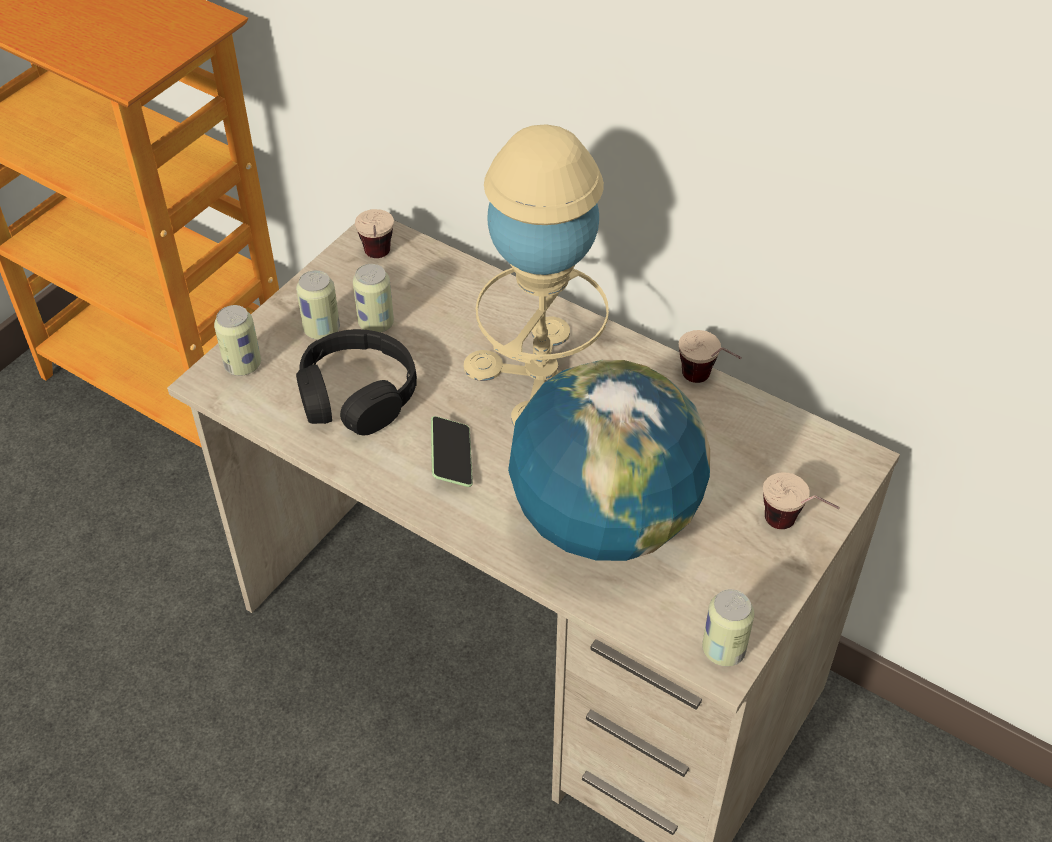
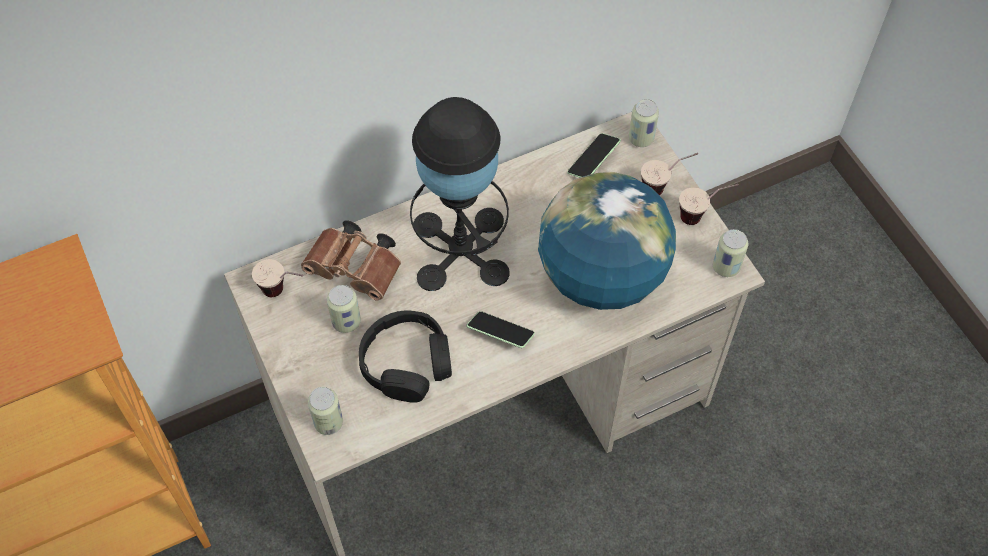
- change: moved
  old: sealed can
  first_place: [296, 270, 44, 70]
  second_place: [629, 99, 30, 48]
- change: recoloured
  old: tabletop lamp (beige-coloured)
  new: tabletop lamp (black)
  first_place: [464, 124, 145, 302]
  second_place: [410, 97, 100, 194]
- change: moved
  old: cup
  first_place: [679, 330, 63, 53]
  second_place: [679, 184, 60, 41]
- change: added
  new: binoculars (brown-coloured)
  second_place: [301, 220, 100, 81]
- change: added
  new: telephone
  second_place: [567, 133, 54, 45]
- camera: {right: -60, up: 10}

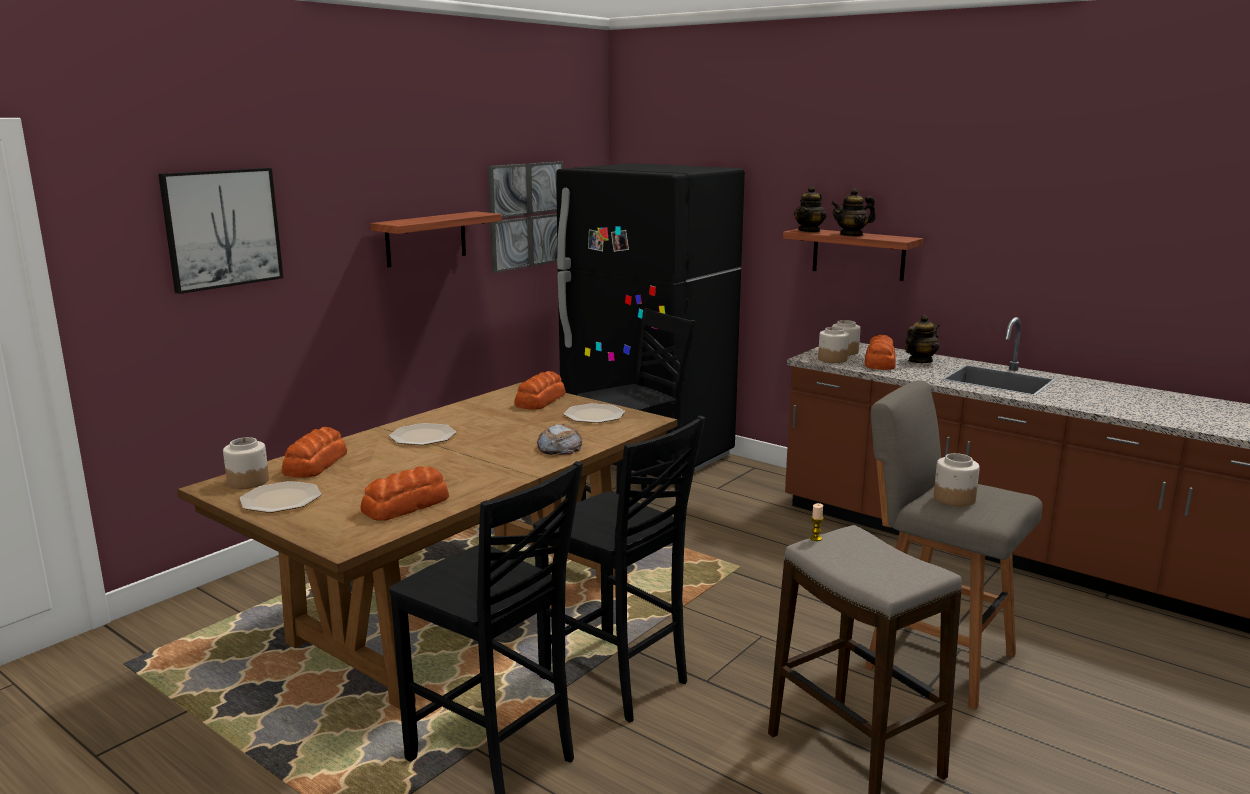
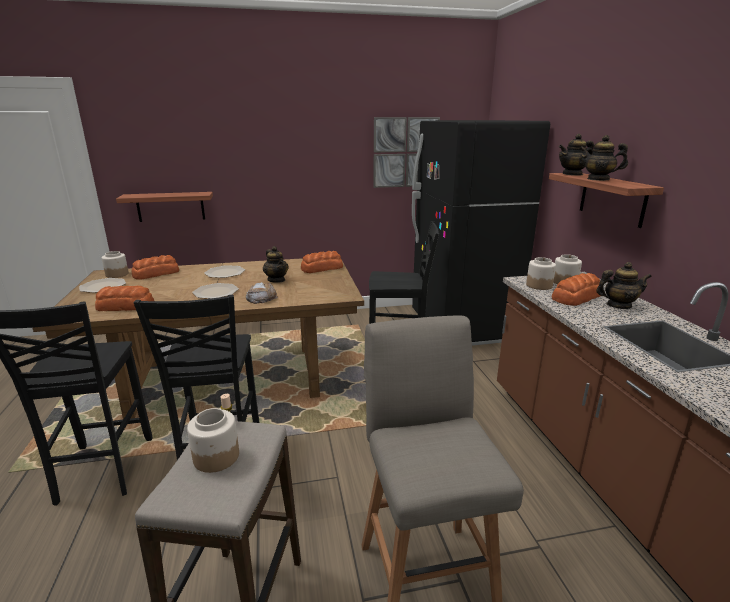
- change: removed
  old: wall picture
  first_place: [158, 168, 125, 126]
- change: moved
  old: shelf
  first_place: [370, 211, 132, 57]
  second_place: [116, 192, 97, 30]
- change: moved
  old: plate
  first_place: [563, 403, 62, 20]
  second_place: [192, 283, 47, 16]
- change: moved
  old: jar
  first_place: [934, 453, 46, 53]
  second_place: [187, 408, 52, 65]
- change: added
  new: pot for tea
  second_place: [263, 246, 26, 37]
- camera: {right: 40, up: 5}

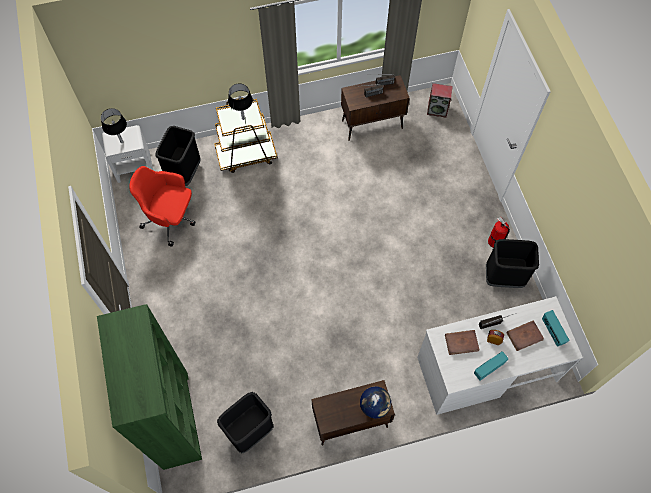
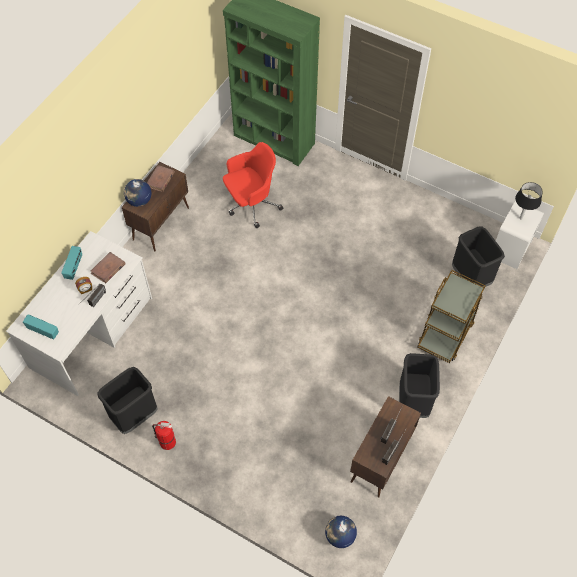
- change: moved
  old: desk chair (red)
  first_place: [129, 166, 67, 81]
  second_place: [223, 142, 60, 86]
- change: moved
  old: trash can (black)
  first_place: [217, 392, 57, 61]
  second_place: [399, 353, 41, 65]
- change: removed
  old: tabletop lamp (black)
  first_place: [228, 83, 25, 37]
- change: replaced
  old: speaker
  new: globe
  first_place: [427, 83, 26, 35]
  second_place: [325, 516, 32, 32]
- change: moved
  old: book (brown-coloured)
  first_place: [507, 321, 37, 30]
  second_place: [147, 165, 28, 27]
- camera: {right: 135, up: -5}

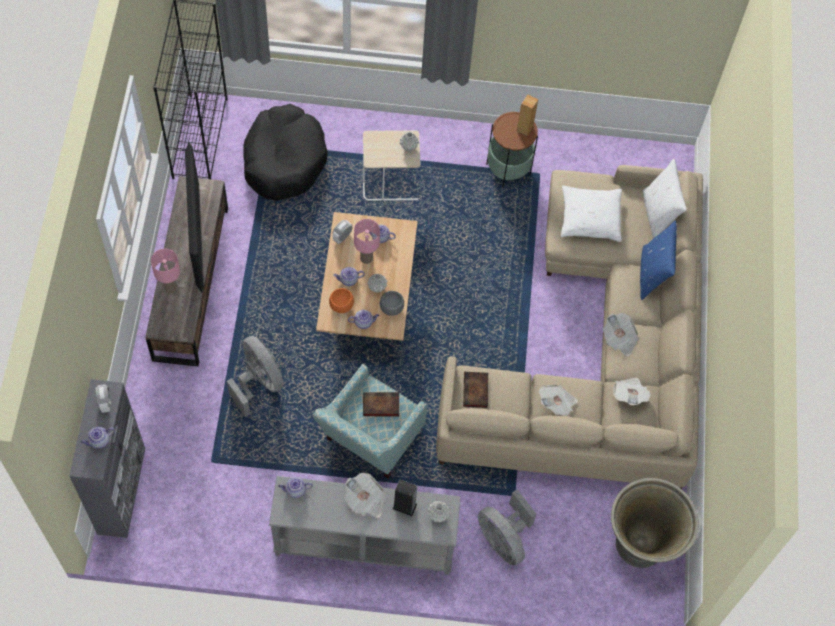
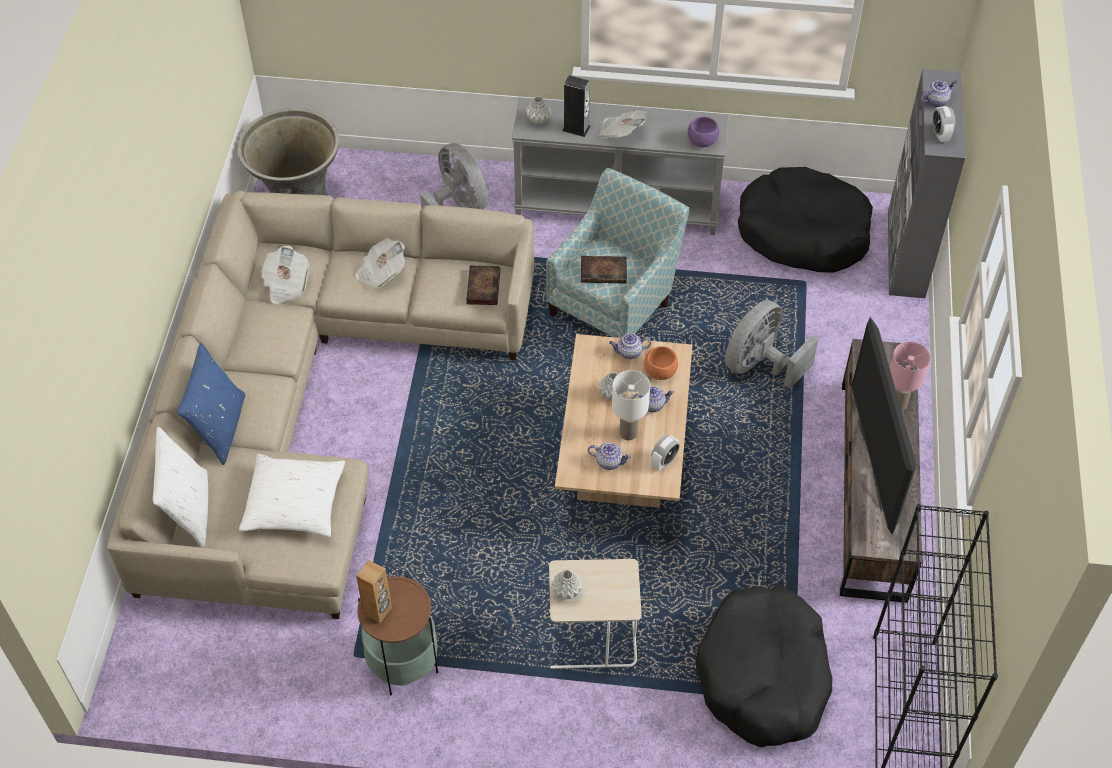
- change: turned
  old: fan (gray)
  first_place: [227, 336, 57, 81]
  second_place: [725, 300, 94, 88]
  degrees: 75
- change: replaced
  old: pot for tea
  new: deep dish (purple-coloured)
  first_place: [278, 477, 35, 21]
  second_place: [688, 117, 31, 31]
- change: recoloured
  old: tabletop lamp (pinkish)
  new: tabletop lamp (white)
  first_place: [354, 219, 26, 45]
  second_place: [612, 370, 38, 71]
- change: removed
  old: deep dish (gray)
  first_place: [380, 291, 24, 25]
- change: removed
  old: daily paper
  first_place: [603, 313, 37, 44]
- change: added
  new: dog cushion (black)
  second_place: [738, 167, 135, 106]
- camera: {right: -175, up: -10}

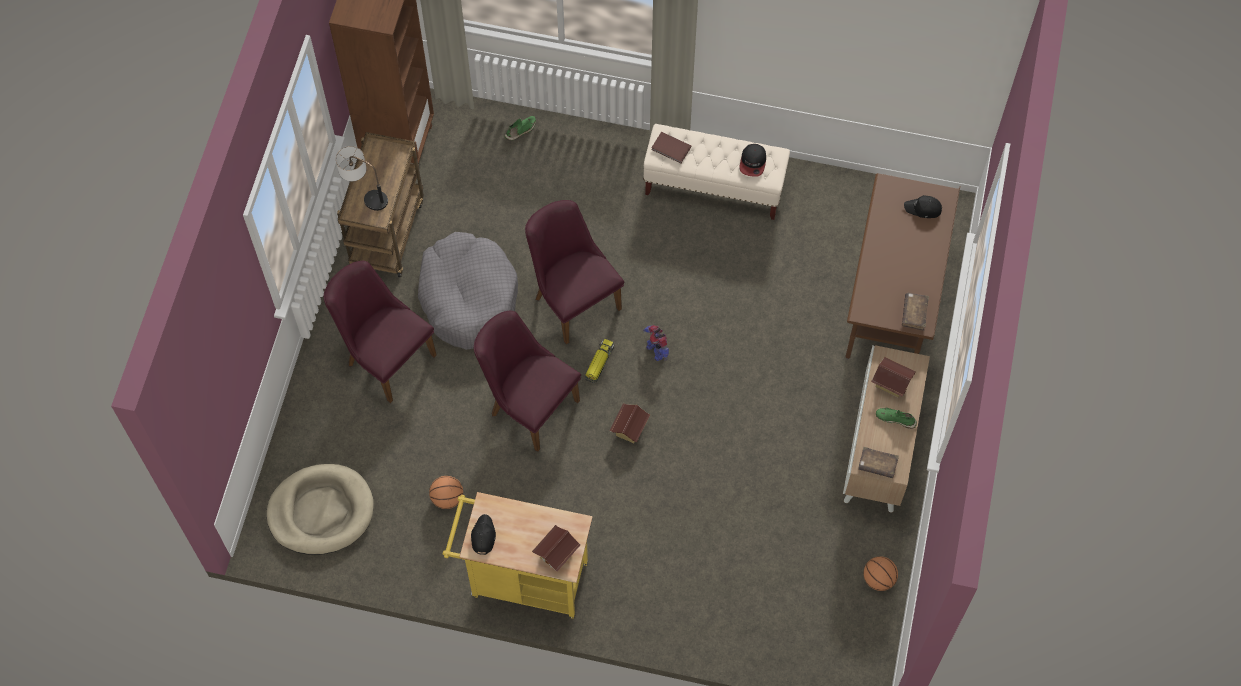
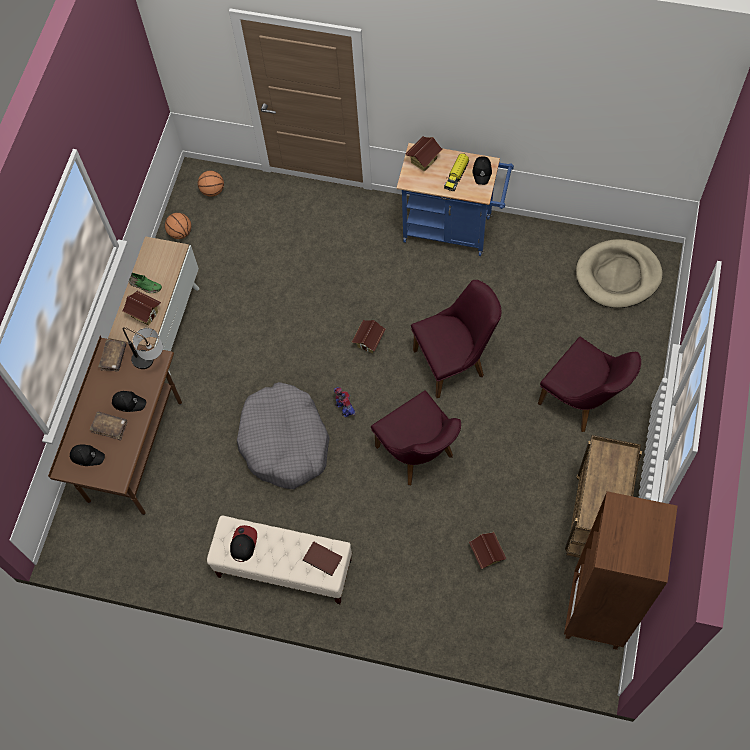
- change: moved
  old: tabletop lamp
  first_place: [336, 146, 52, 65]
  second_place: [123, 327, 40, 42]
- change: moved
  old: dog cushion (gray)
  first_place: [418, 232, 100, 118]
  second_place: [237, 382, 93, 107]
- change: moved
  old: basketball ball
  first_place: [429, 476, 34, 33]
  second_place: [198, 171, 26, 26]
- change: recoloured
  old: trolley (yellowish)
  new: trolley (bluish)
  first_place: [443, 492, 150, 127]
  second_place: [397, 143, 117, 113]
- change: turned
  old: upright chair (purple-coloured)
  first_place: [474, 310, 107, 142]
  second_place: [411, 280, 90, 118]
  degrees: -60
- change: removed
  old: shoe (green)
  first_place: [505, 116, 31, 25]
- change: moved
  old: toy truck
  first_place: [585, 339, 29, 44]
  second_place: [444, 153, 25, 38]
- change: moved
  old: book (brown-coloured)
  first_place: [858, 447, 41, 32]
  second_place: [90, 411, 37, 29]
- change: added
  new: cap (black)
  second_place: [112, 391, 34, 21]
- change: added
  new: model house
  second_place: [469, 532, 37, 37]
- camera: {right: -175, up: 0}

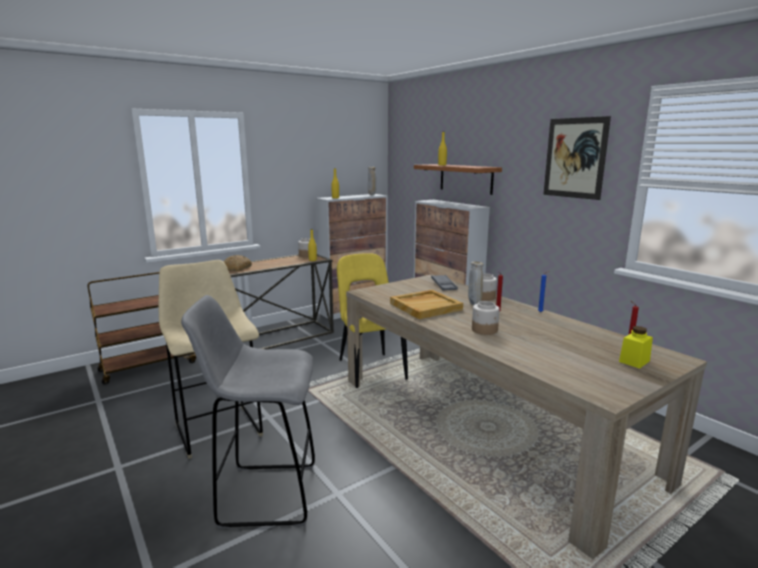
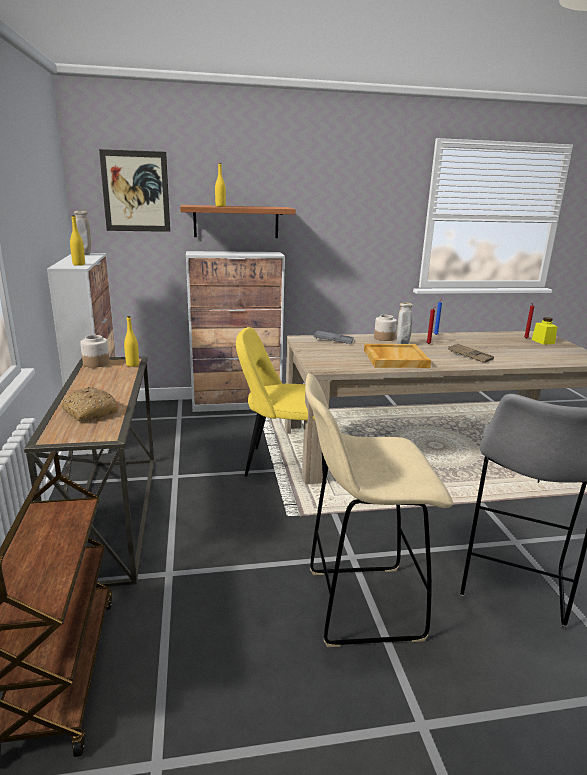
- change: replaced
  old: jar
  new: carrying tray (brown-coloured)
  first_place: [472, 301, 28, 34]
  second_place: [448, 343, 46, 19]
- change: moved
  old: wall picture
  first_place: [543, 116, 68, 84]
  second_place: [99, 149, 71, 83]
- camera: {right: -65, up: 5}

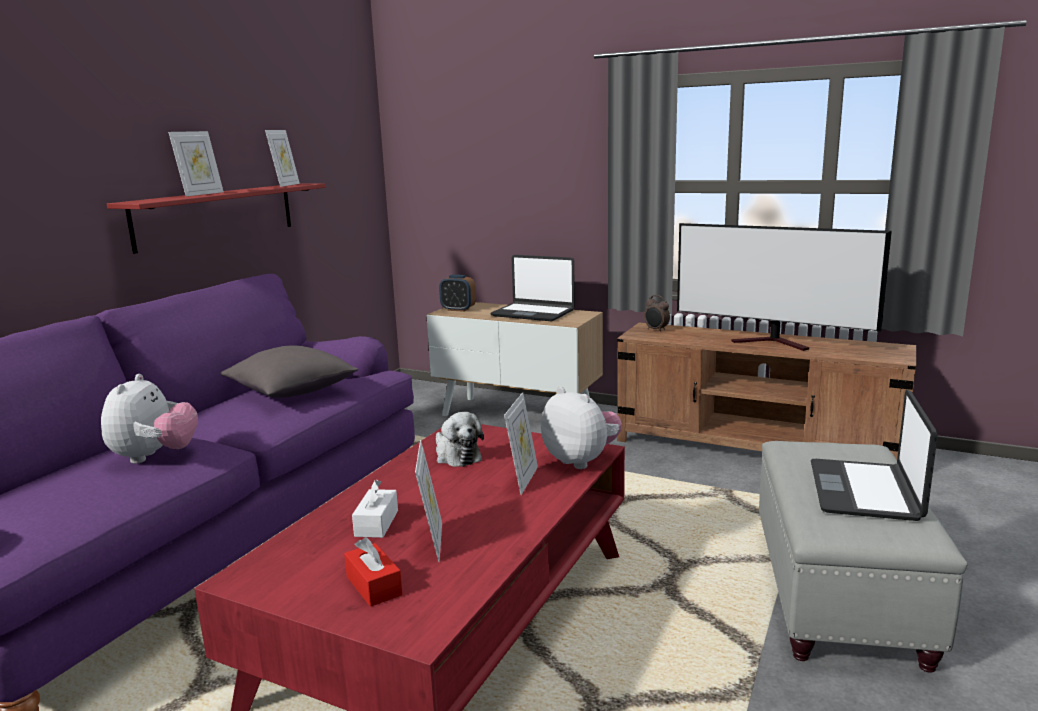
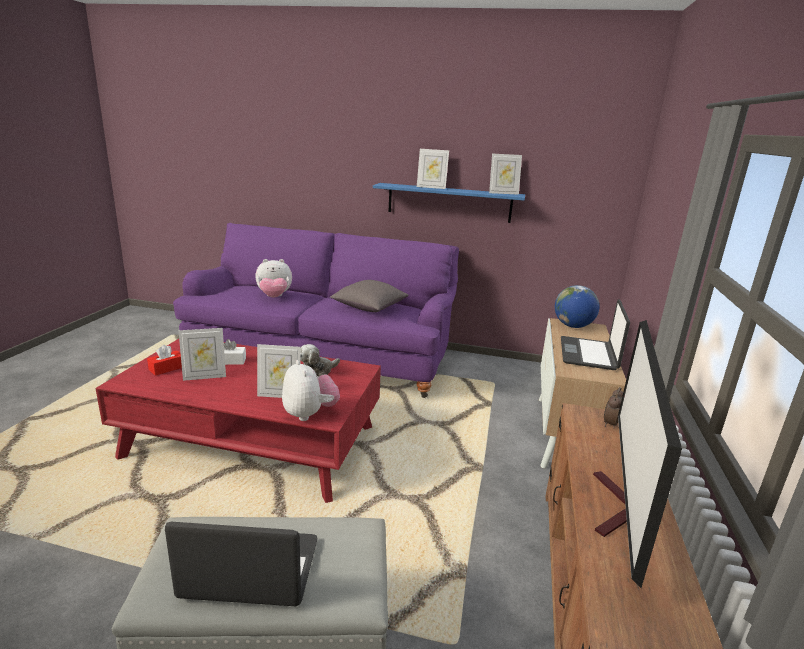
- change: recoloured
  old: shelf (red)
  new: shelf (bluish)
  first_place: [107, 184, 218, 70]
  second_place: [373, 183, 152, 40]
- change: replaced
  old: table clock
  new: globe
  first_place: [439, 275, 37, 37]
  second_place: [555, 285, 45, 43]
- change: turned
  old: soft toy
  first_place: [541, 387, 81, 82]
  second_place: [282, 360, 58, 61]
  degrees: -60
- camera: {right: 75, up: 5}

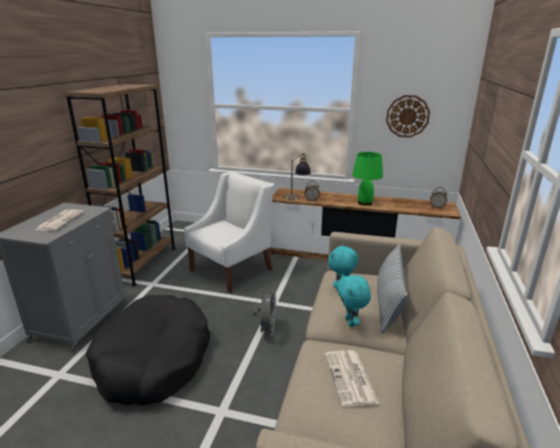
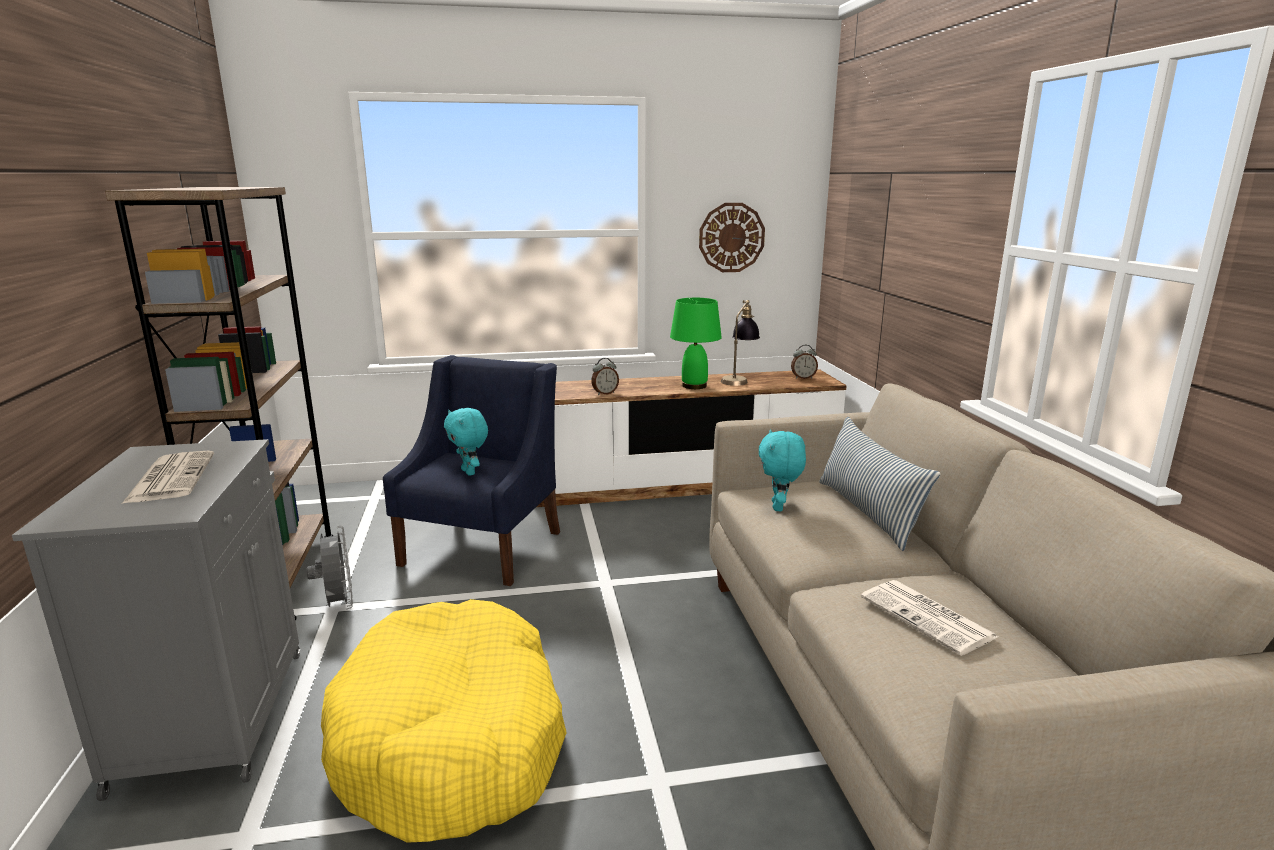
- change: recoloured
  old: dog cushion (black)
  new: dog cushion (yellowish)
  first_place: [86, 295, 124, 111]
  second_place: [321, 599, 246, 244]
- change: recoloured
  old: armchair (white)
  new: armchair (bluish)
  first_place: [184, 171, 91, 122]
  second_place: [383, 355, 177, 231]
- change: moved
  old: fan (gray)
  first_place: [253, 289, 23, 47]
  second_place: [307, 526, 46, 83]
- change: moved
  old: tabletop lamp
  first_place: [284, 152, 27, 48]
  second_place: [721, 300, 39, 86]
- change: moved
  old: soft toy (turquoise)
  first_place: [337, 273, 34, 54]
  second_place: [444, 408, 44, 68]
- camera: {right: -25, up: -5}

